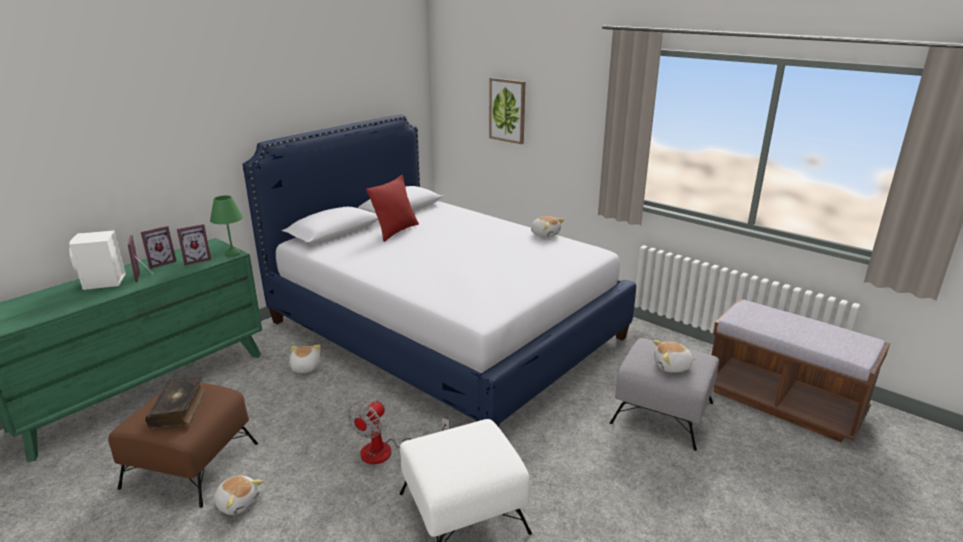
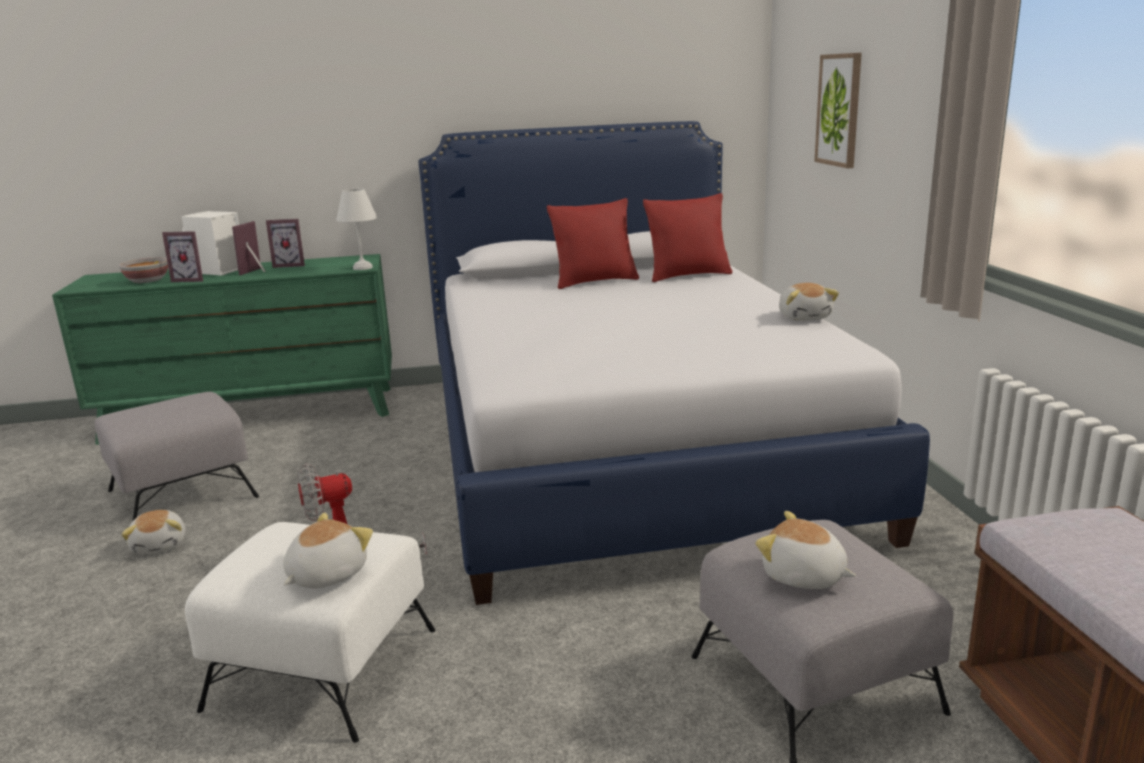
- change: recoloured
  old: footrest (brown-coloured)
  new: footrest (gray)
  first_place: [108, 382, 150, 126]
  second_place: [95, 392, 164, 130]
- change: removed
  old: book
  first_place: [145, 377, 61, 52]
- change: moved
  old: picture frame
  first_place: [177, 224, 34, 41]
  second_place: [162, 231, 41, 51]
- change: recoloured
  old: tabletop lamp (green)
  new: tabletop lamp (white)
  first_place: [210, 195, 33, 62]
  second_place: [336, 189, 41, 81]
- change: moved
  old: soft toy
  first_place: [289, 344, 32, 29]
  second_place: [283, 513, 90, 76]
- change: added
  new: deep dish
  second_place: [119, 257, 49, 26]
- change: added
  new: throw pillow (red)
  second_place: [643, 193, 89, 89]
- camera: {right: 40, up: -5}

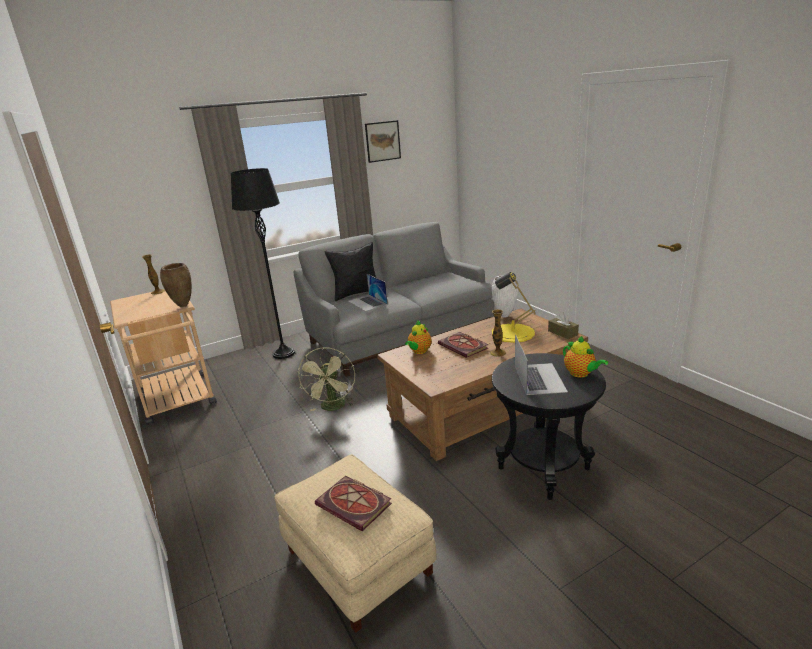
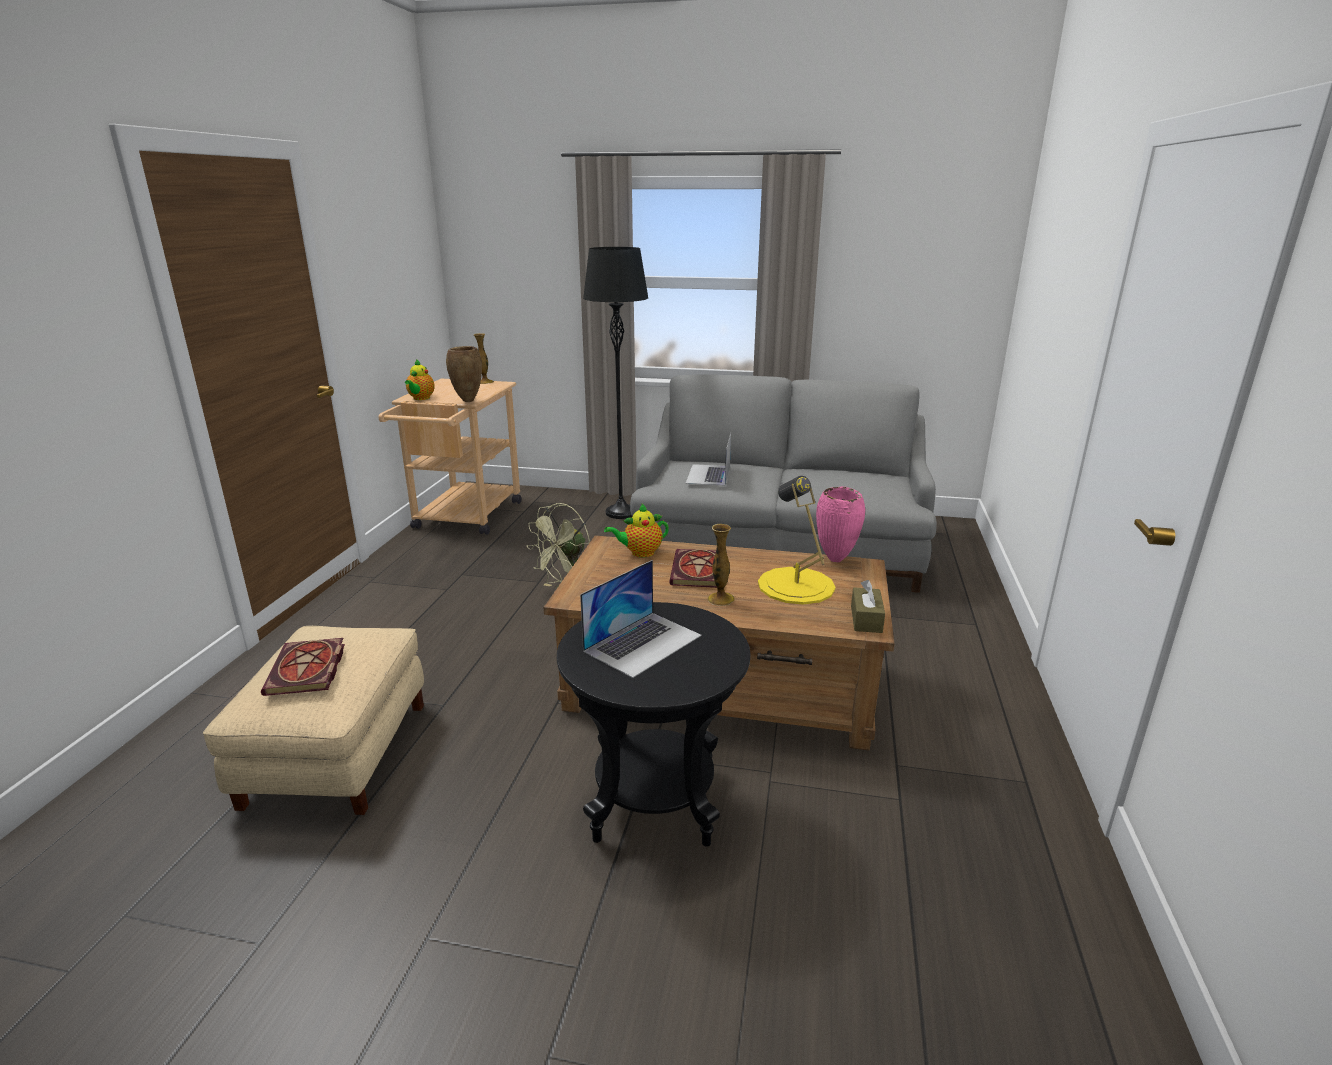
- change: removed
  old: throw pillow (black)
  first_place: [325, 242, 51, 59]
- change: removed
  old: wall picture
  first_place: [365, 120, 36, 43]
- change: recoloured
  old: decorative vase (white)
  new: decorative vase (pinkish)
  first_place: [492, 276, 26, 41]
  second_place: [816, 487, 49, 75]
- change: moved
  old: pot for tea
  first_place: [563, 336, 45, 42]
  second_place: [405, 359, 30, 41]
- camera: {right: 40, up: 0}

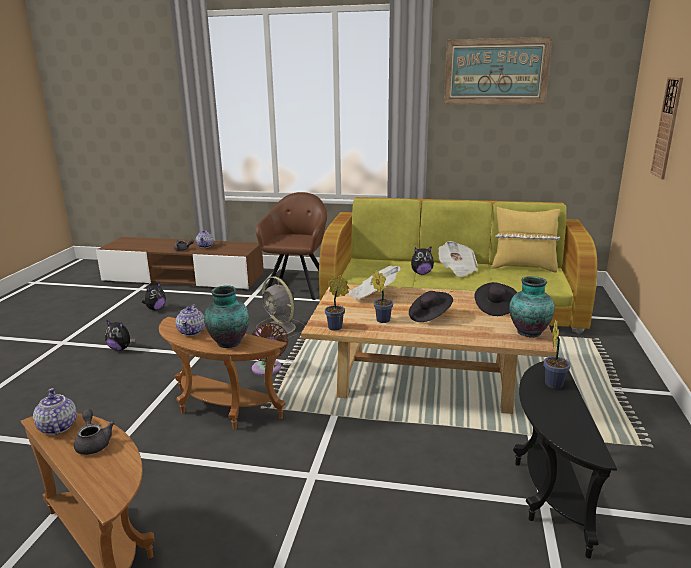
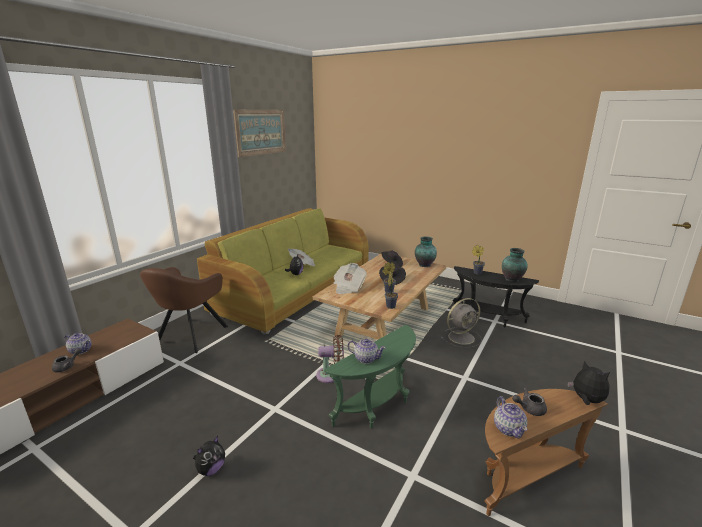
- change: turned
  old: pot for tea
  first_place: [33, 388, 44, 47]
  second_place: [494, 396, 33, 42]
  degrees: -90
- change: moved
  old: soft toy
  first_place: [142, 282, 24, 28]
  second_place: [567, 361, 43, 44]
- change: recoloured
  old: end table (brown-coloured)
  new: end table (green)
  first_place: [159, 317, 128, 113]
  second_place: [324, 325, 92, 103]
- change: moved
  old: decorative vase
  first_place: [204, 285, 45, 63]
  second_place: [502, 248, 26, 34]
- change: turned
  old: armchair (brown-coloured)
  first_place: [256, 192, 71, 108]
  second_place: [140, 267, 88, 86]
  degrees: -105
- change: moved
  old: fan (gray)
  first_place: [256, 276, 49, 63]
  second_place: [441, 298, 41, 50]
- change: removed
  old: throw pillow (yellowish)
  first_place: [492, 207, 68, 66]
- change: removed
  old: clock on the wall
  first_place: [650, 77, 33, 102]
- camera: {right: -70, up: 0}

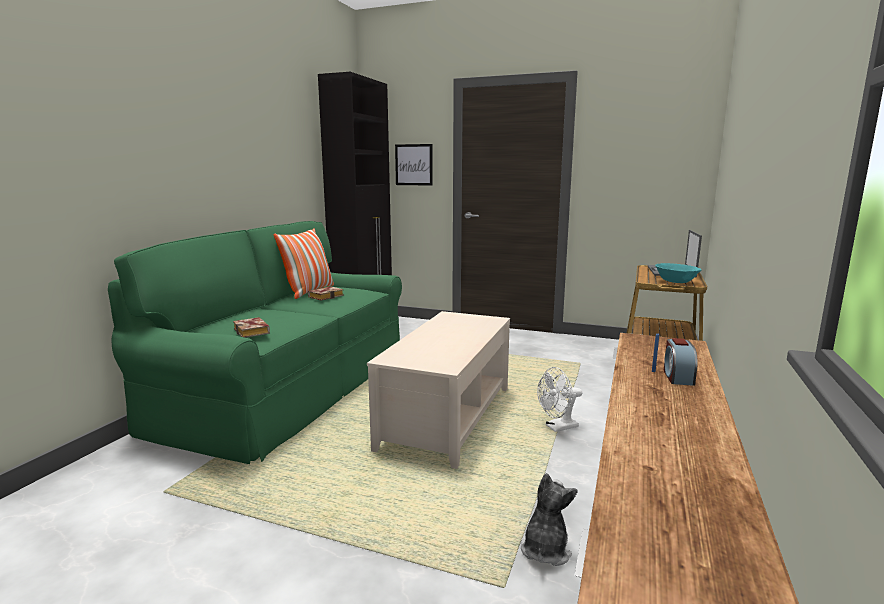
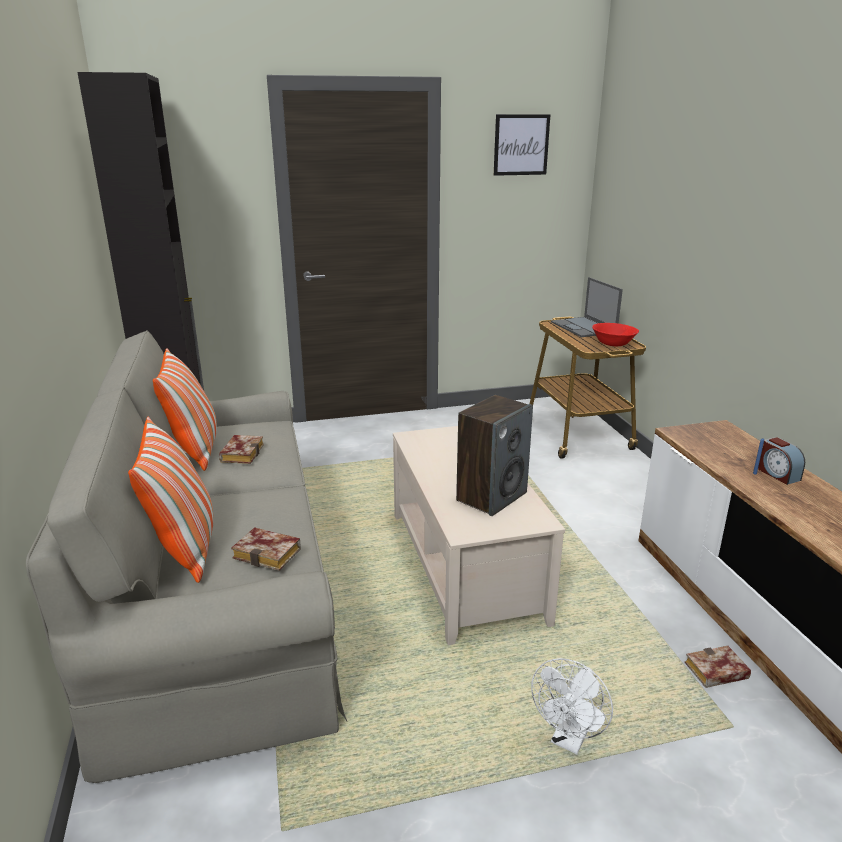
- change: recoloured
  old: settee (green)
  new: settee (gray)
  first_place: [108, 221, 294, 243]
  second_place: [26, 330, 321, 453]
- change: moved
  old: wall picture
  first_place: [395, 144, 38, 42]
  second_place: [494, 114, 56, 62]
- change: replaced
  old: soft toy
  new: book
  first_place: [520, 473, 57, 93]
  second_place: [685, 646, 66, 42]
- change: moved
  old: fan (white)
  first_place: [537, 367, 45, 65]
  second_place: [531, 658, 82, 96]
- change: recoloured
  old: deep dish (turquoise)
  new: deep dish (red)
  first_place: [655, 263, 46, 20]
  second_place: [592, 323, 47, 24]
- change: added
  new: throw pillow
  second_place: [128, 416, 86, 167]
- change: added
  new: speaker
  second_place: [456, 395, 77, 121]
- camera: {right: -35, up: 10}

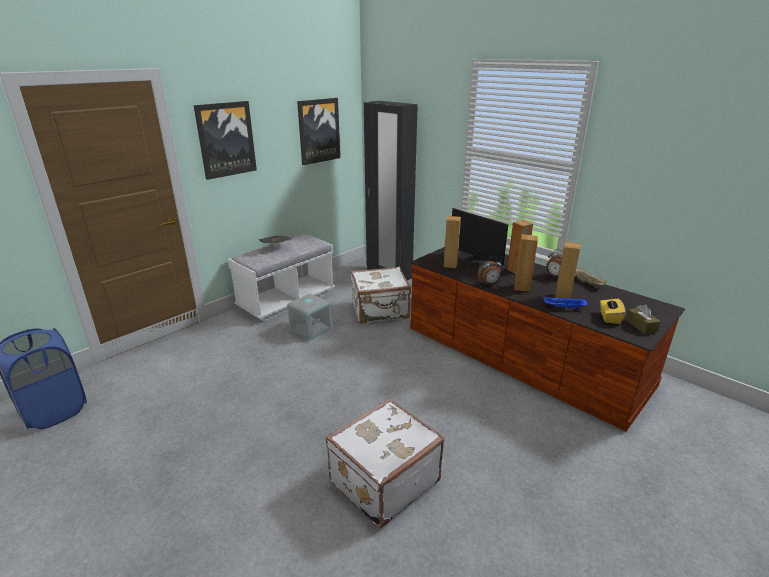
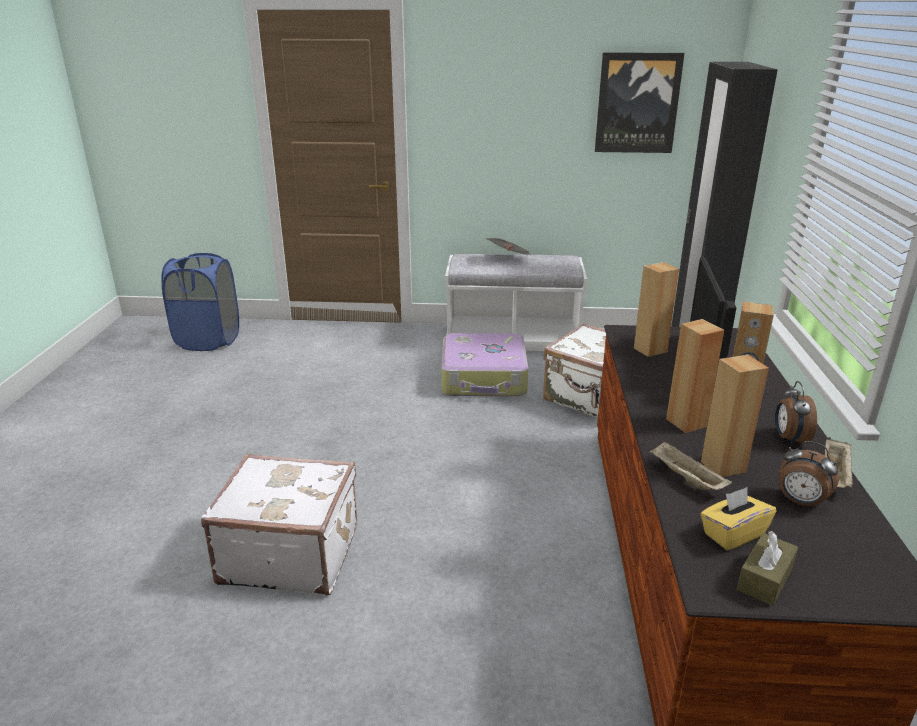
- change: removed
  old: wall picture
  first_place: [194, 101, 63, 79]
- change: replaced
  old: storage container (gray)
  new: piece of luggage
  first_place: [287, 293, 45, 48]
  second_place: [441, 333, 87, 63]
- change: moved
  old: table clock
  first_place: [478, 256, 24, 29]
  second_place: [779, 441, 60, 68]
- change: recoloured
  old: carrying tray (bluish)
  new: carrying tray (beige-coloured)
  first_place: [543, 297, 45, 12]
  second_place: [650, 442, 82, 48]
- camera: {right: 50, up: 0}

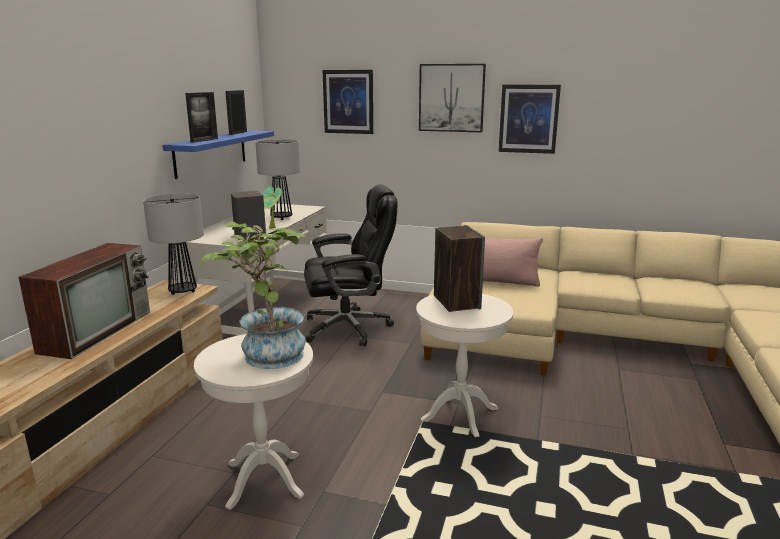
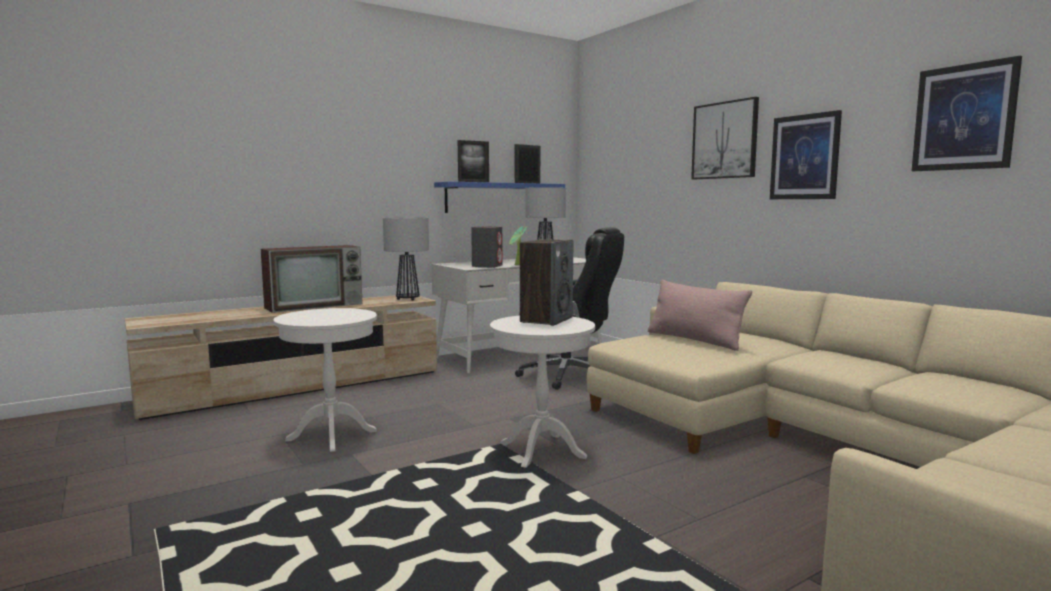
- change: removed
  old: potted plant
  first_place: [201, 222, 105, 147]
- change: moved
  old: wall picture
  first_place: [322, 70, 51, 64]
  second_place: [912, 56, 110, 115]
- camera: {right: 40, up: -10}

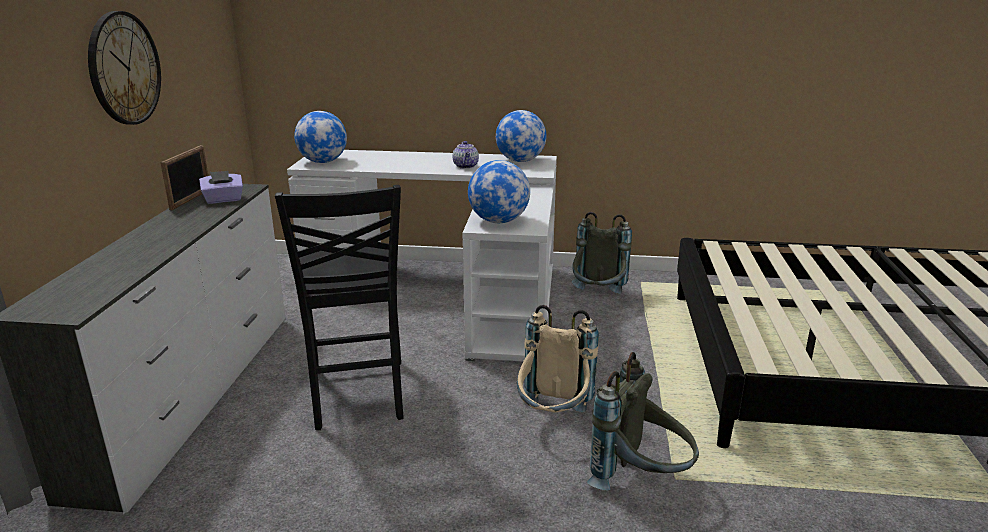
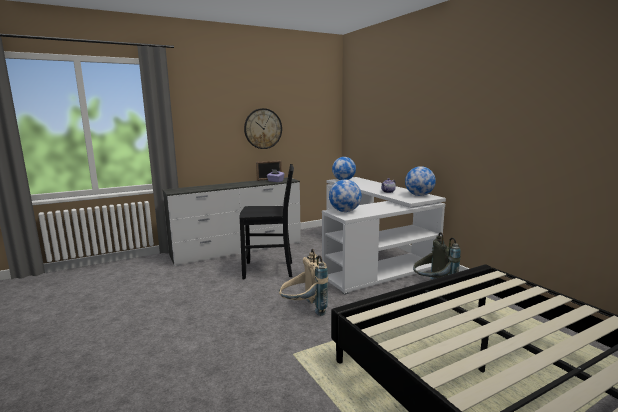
- change: turned
  old: upright chair (black)
  first_place: [275, 185, 128, 245]
  second_place: [239, 164, 55, 115]
  degrees: -135
- change: removed
  old: rucksack (gray)
  first_place: [587, 352, 112, 139]
- camera: {right: 55, up: -10}

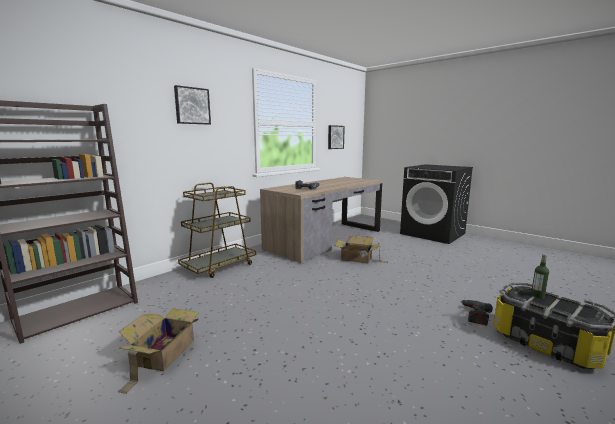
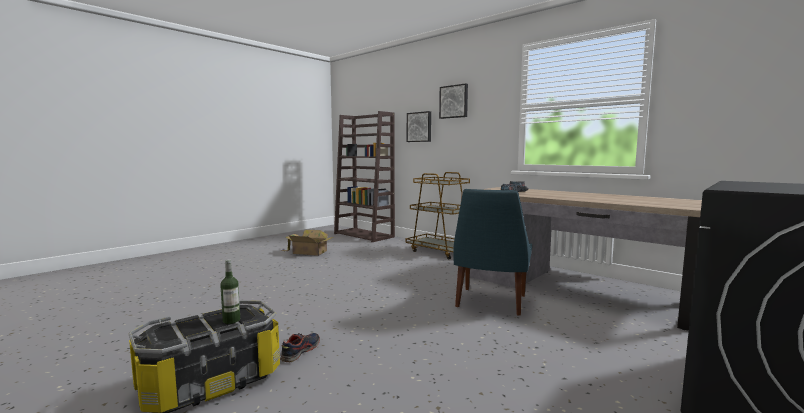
- change: moved
  old: wall picture
  first_place: [328, 125, 17, 24]
  second_place: [407, 111, 24, 31]
- change: replaced
  old: packing box
  new: upright chair (bluish)
  first_place: [334, 235, 54, 28]
  second_place: [453, 189, 79, 127]
- change: replaced
  old: drill
  new: shoe
  first_place: [460, 300, 33, 25]
  second_place: [280, 333, 40, 29]
- camera: {right: 90, up: -5}

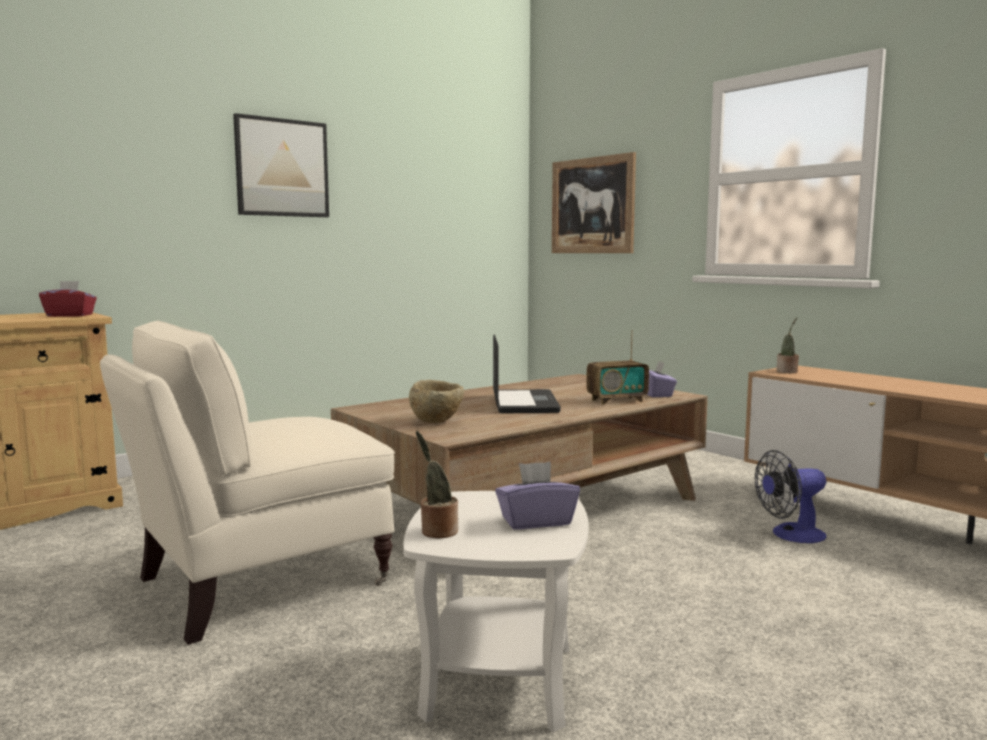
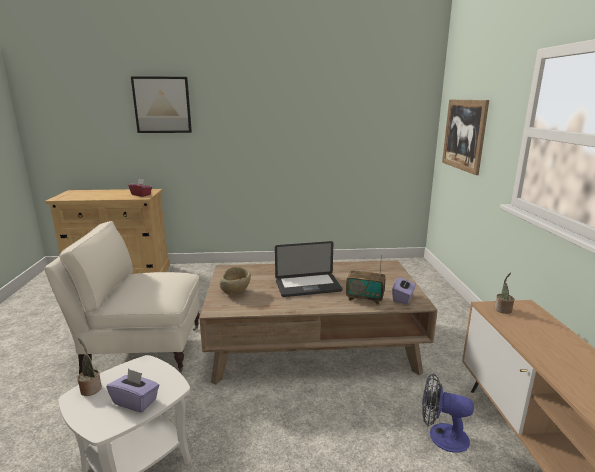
- change: moved
  old: wall picture
  first_place: [233, 113, 96, 104]
  second_place: [131, 77, 61, 56]
- change: turned
  old: portable computer
  first_place: [493, 334, 68, 79]
  second_place: [275, 241, 67, 56]
  degrees: 45
- camera: {right: 35, up: 10}

